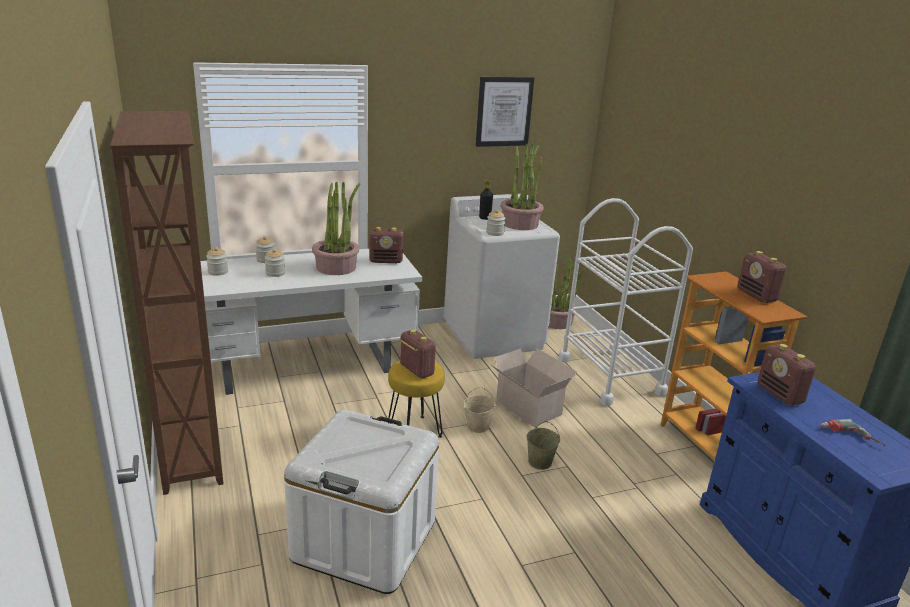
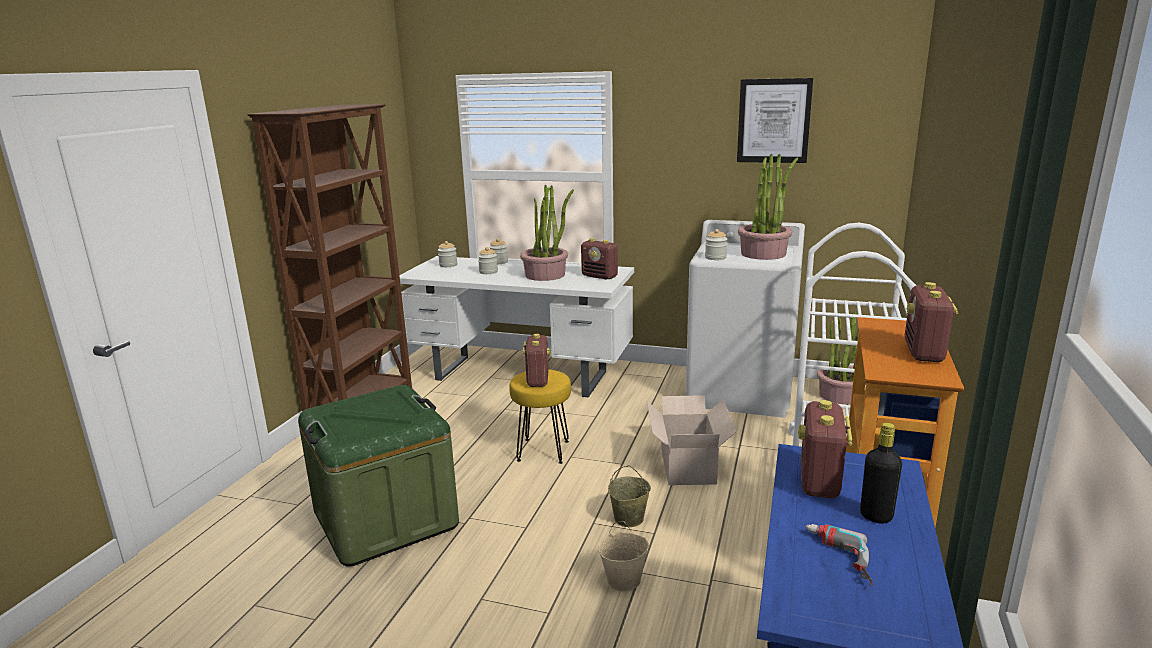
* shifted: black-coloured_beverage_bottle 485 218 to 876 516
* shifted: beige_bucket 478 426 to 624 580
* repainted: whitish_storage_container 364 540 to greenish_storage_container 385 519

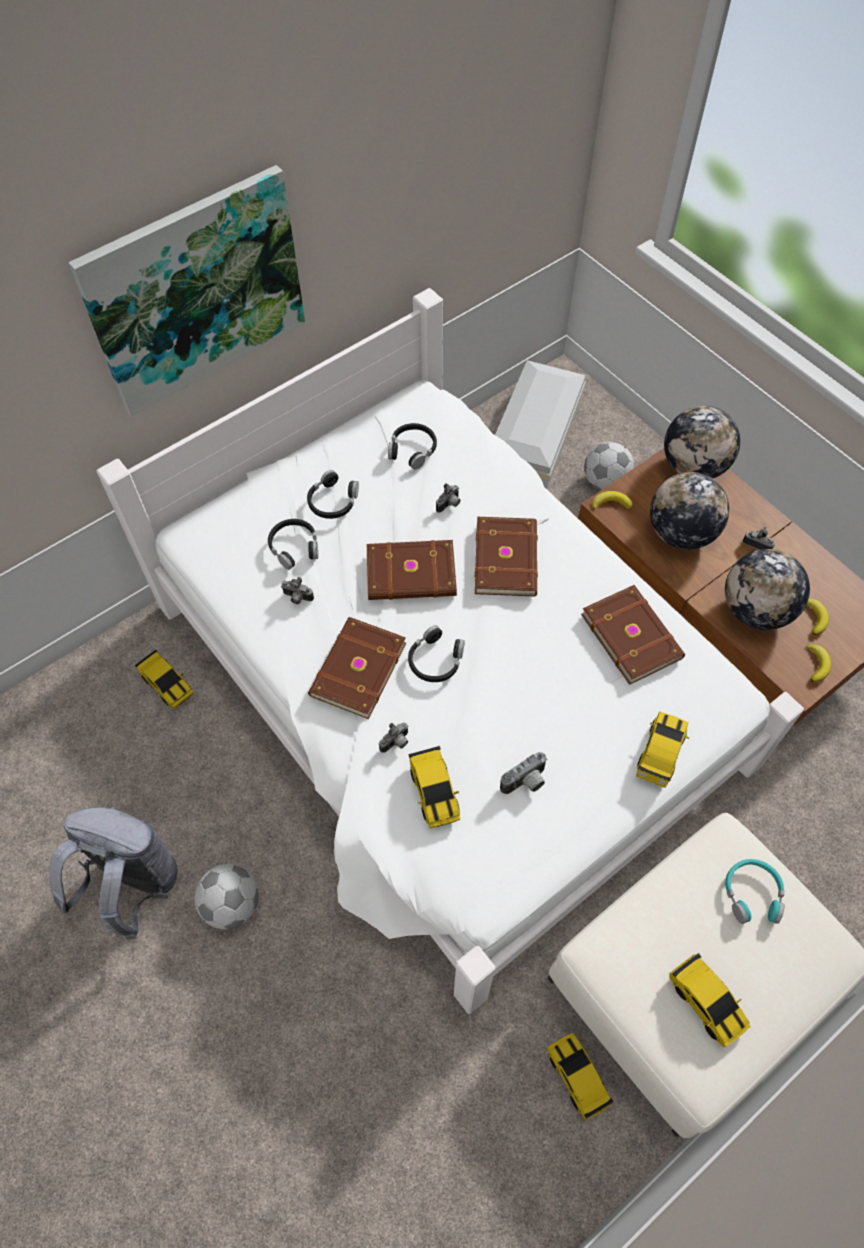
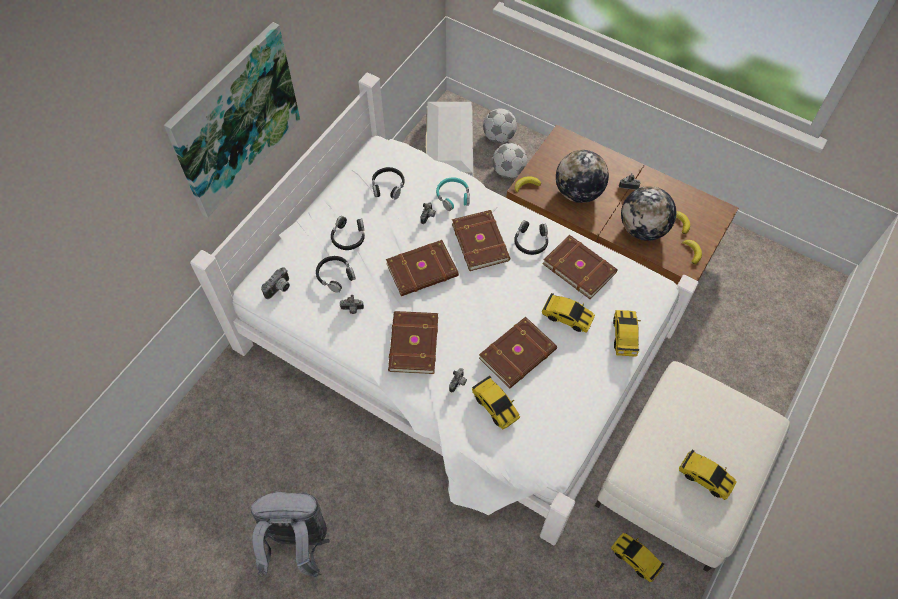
* gone: globe 693 467
* shifted: black-coloured_headset 436 660 to 531 241
* shifted: model_car 167 684 to 567 317
* shifted: photo_camera 526 783 to 280 289
* shifted: turquoise-coloured_headset 752 894 to 453 196
* shifted: ball_for_football 231 904 to 498 137
* new: brown-coloured_book 519 354

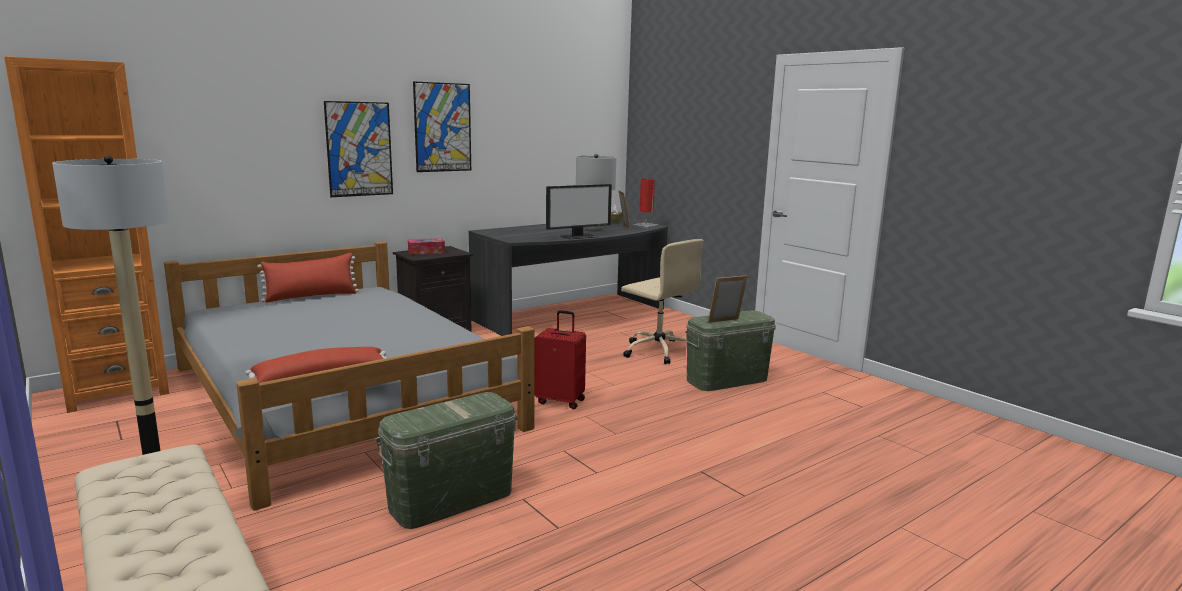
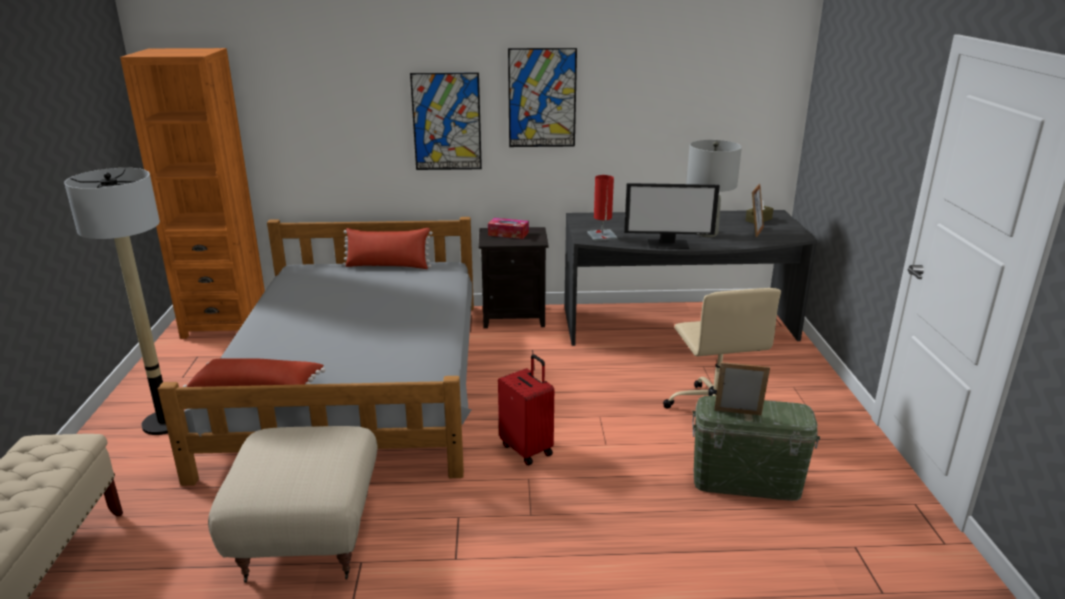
* shifted: red-coloured_lamp_for_a_table 645 226 to 602 236
* swapped: greenish_storage_container 451 499 to beige_footrest 309 536

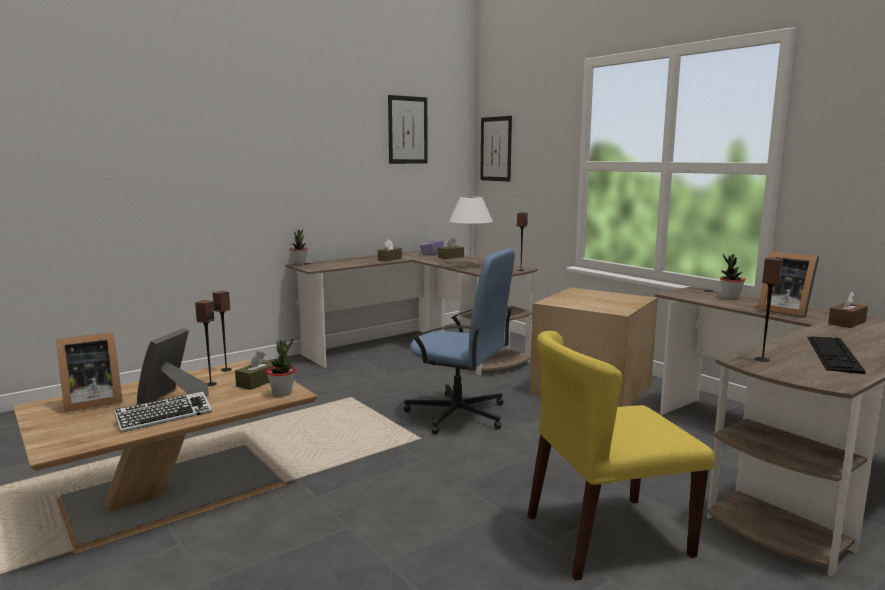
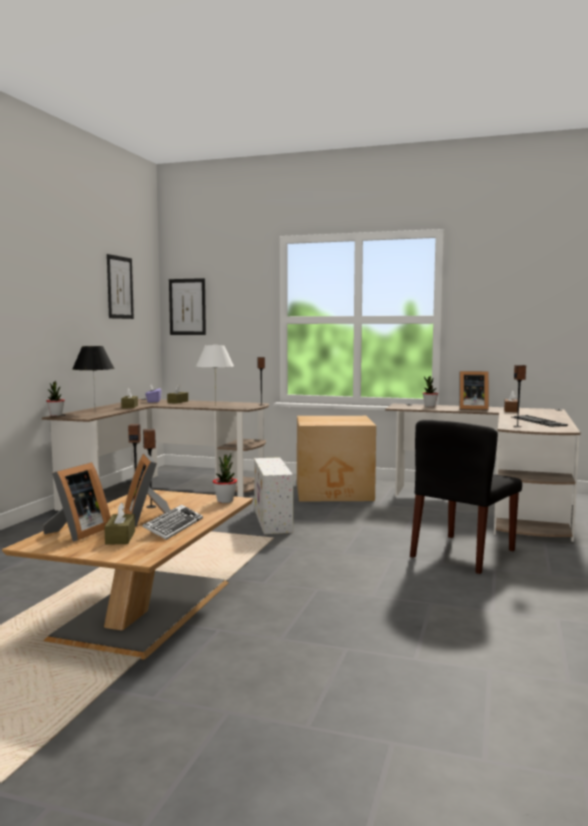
* swapped: bluish_office_chair 459 415 to whitish_storage_container 273 521
* repainted: yellow_plain_chair 607 536 to black-coloured_plain_chair 463 554
* shifted: brown-coloured_tissue_holder 257 382 to 120 537
* new: black-coloured_lamp_for_a_table 94 411

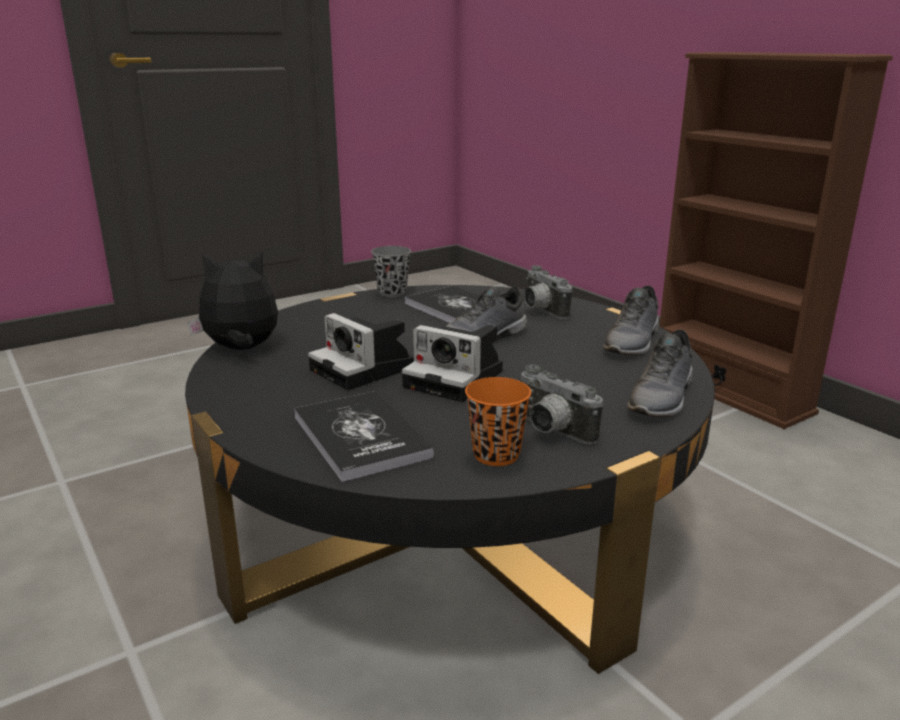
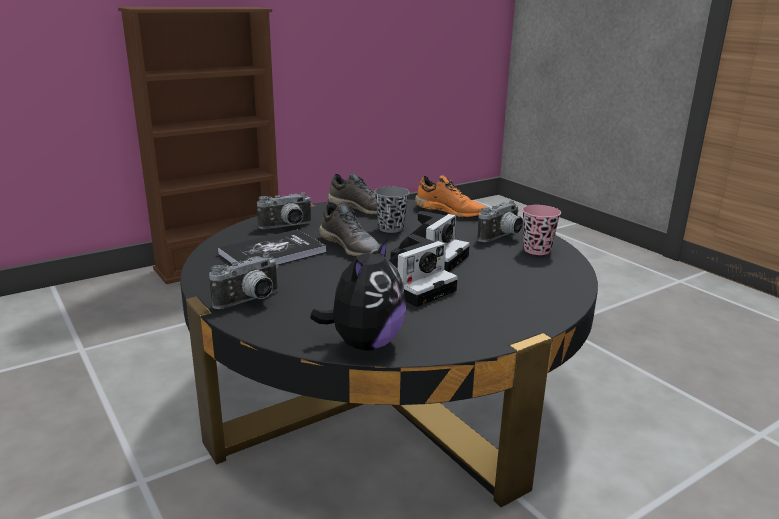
* shifted: gray_drinking_cup 392 293 to 391 228
* rotated: plush_toy 241 349 = 364 343 150 degrees counterclockwise
* repainted: gray_item_of_footwear 663 398 to orangey_item_of_footwear 450 211
* repainted: orangey_drinking_cup 496 455 to pinkish_drinking_cup 537 250
* gone: book 360 436
* new: photo_camera 250 301

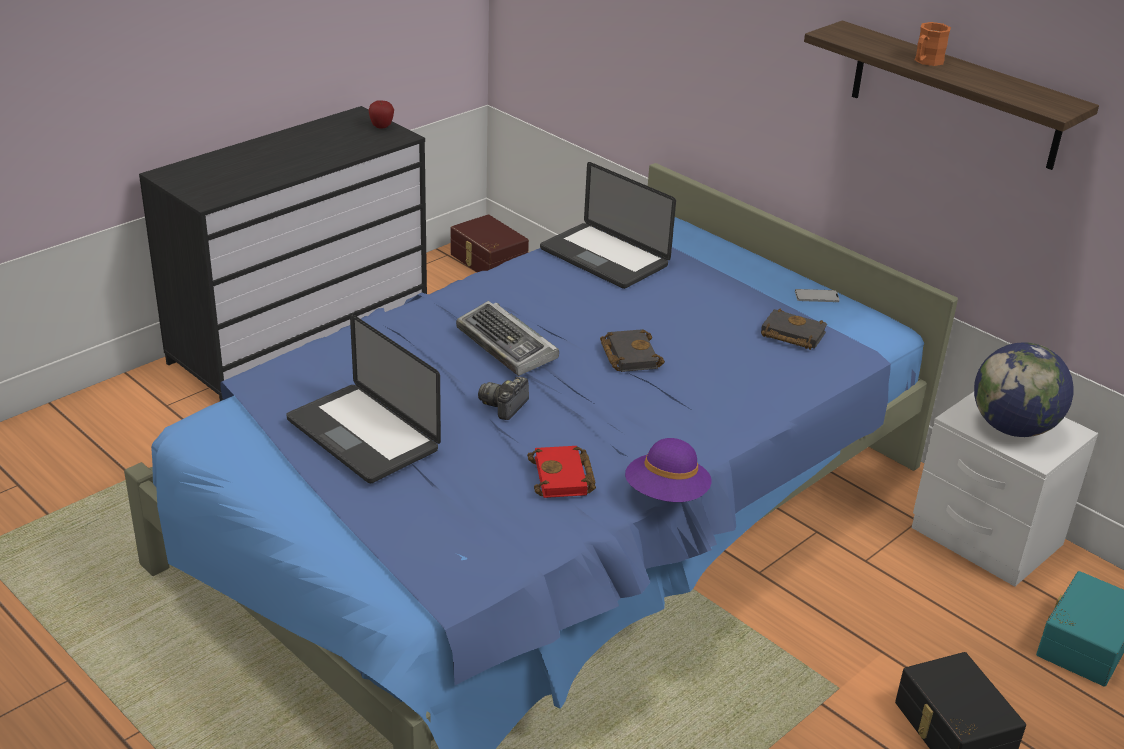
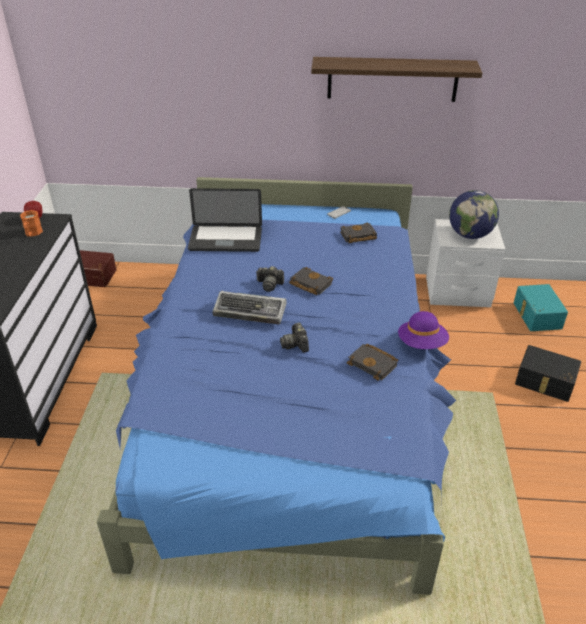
* shifted: orangey_coffee_mug 926 62 to 32 233
* gone: notebook_computer 362 435
* repainted: red-coloured_book 564 478 to black-coloured_book 374 364
* new: photo_camera 269 284

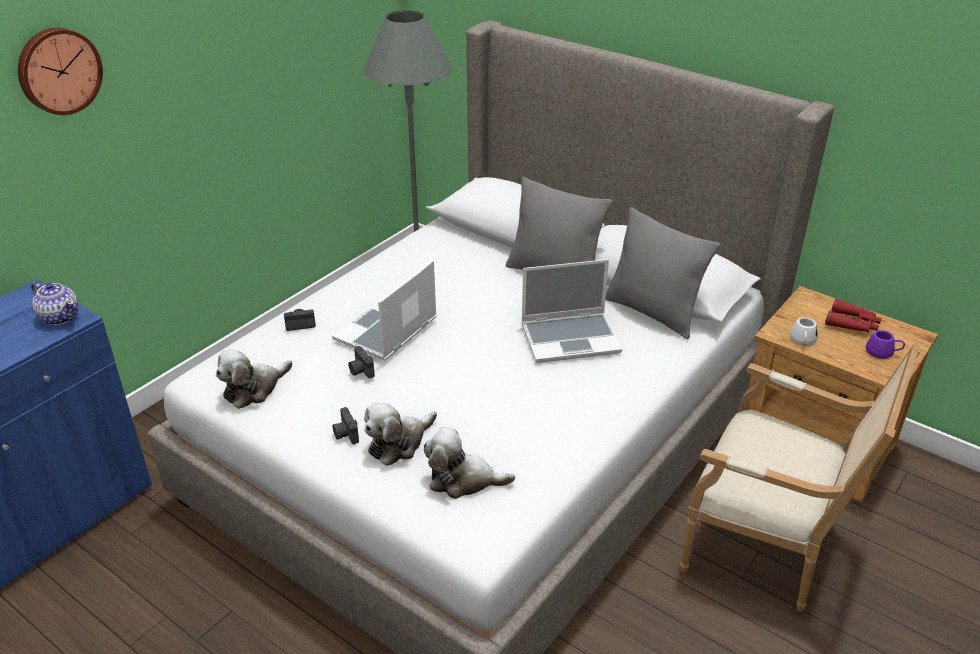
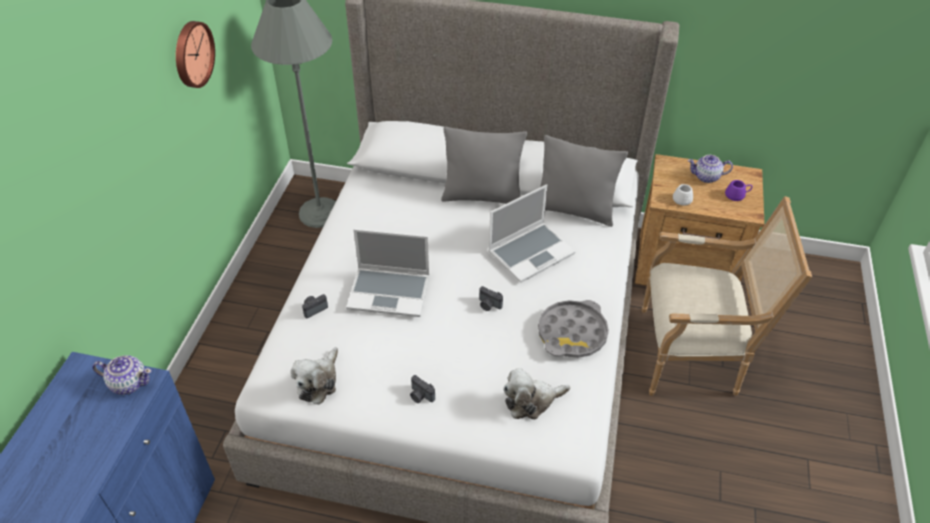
* shifted: hanging_clock 58 70 to 192 54
* rotated: notebook_computer 386 331 = 390 292 90 degrees counterclockwise
* swapped: red-coloured_pair_of_binoculars 852 324 to pot_for_tea 707 177
* shifted: photo_camera 360 371 to 488 305
* gone: plush_toy 399 443
* new: gray_tray 572 333

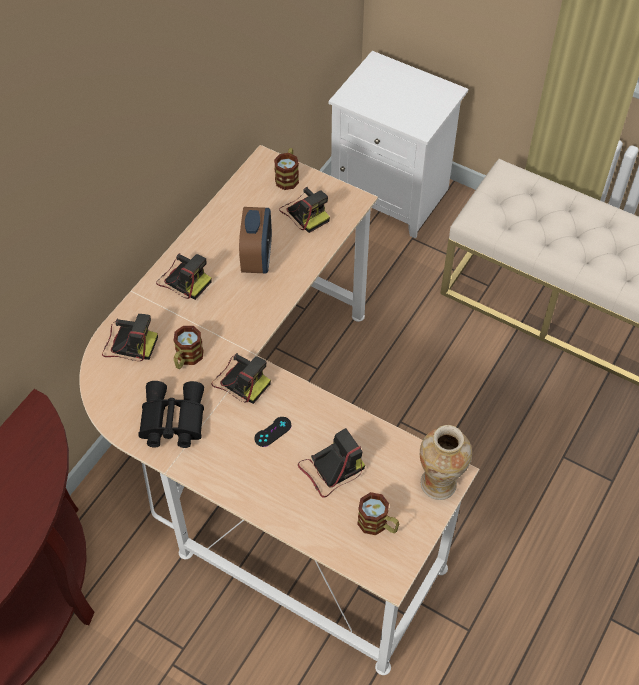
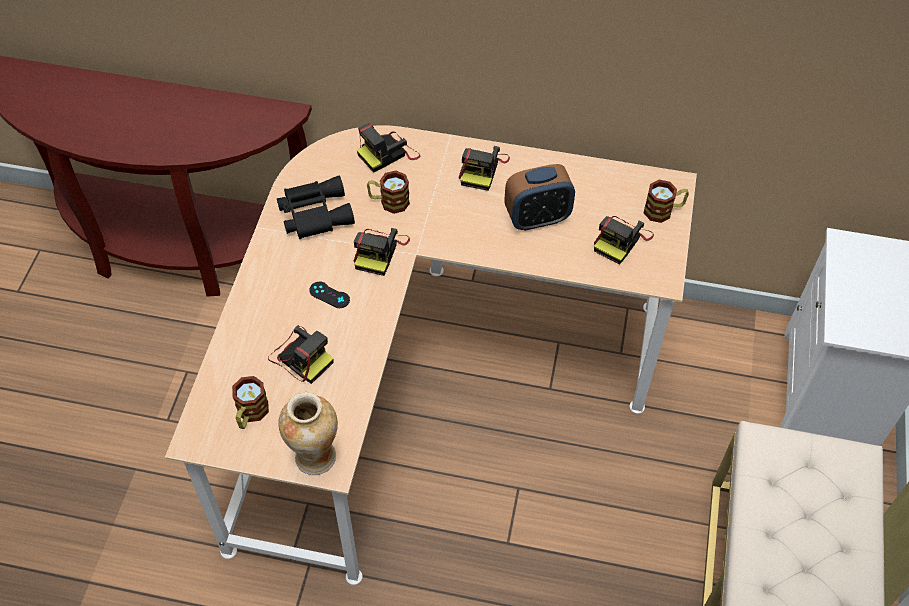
* rotated: photo_camera 129 343 = 388 153 60 degrees clockwise

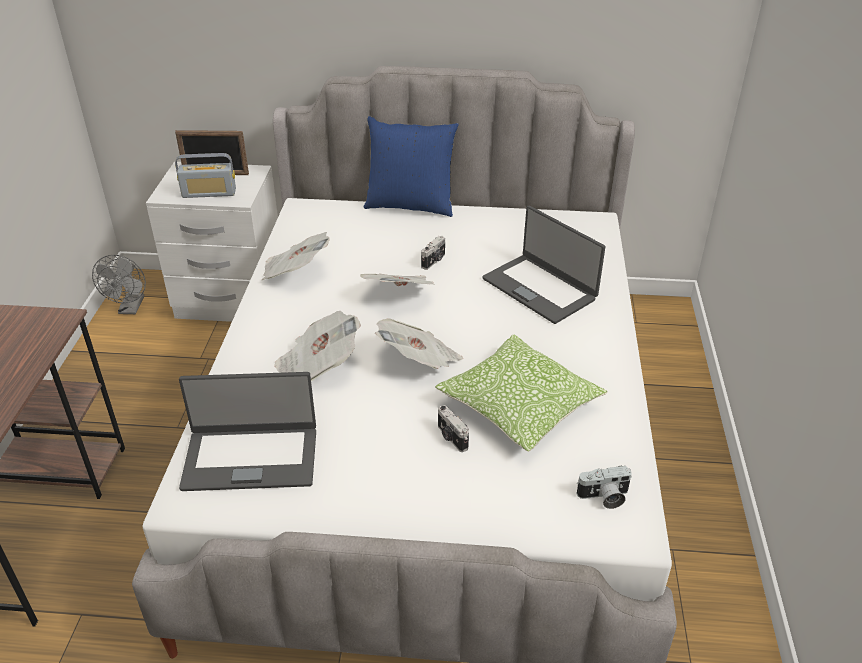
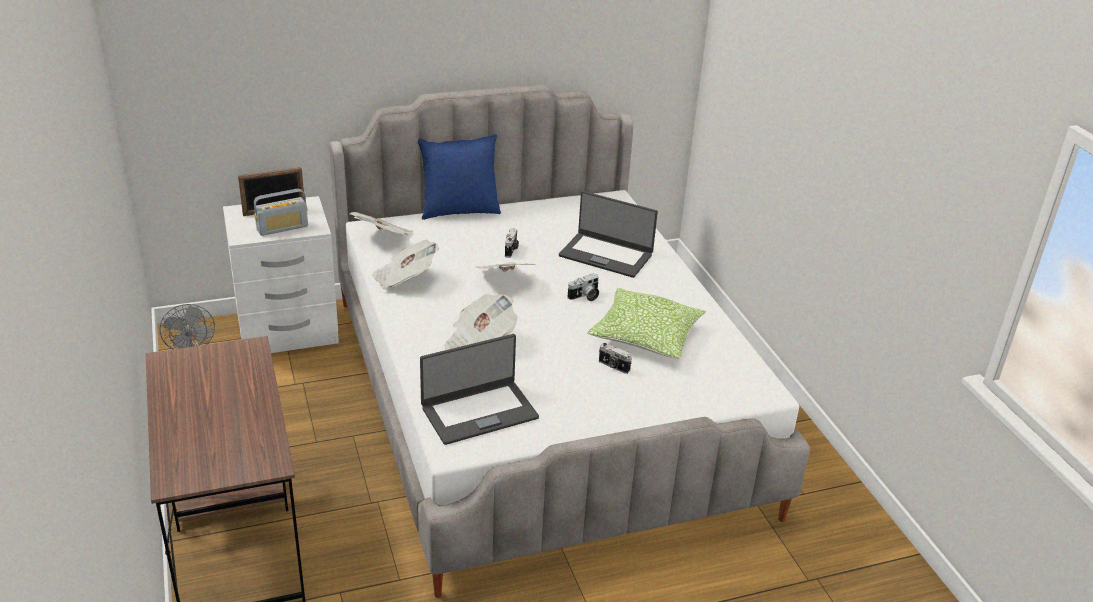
* shifted: newspaper 419 361 to 383 238
* shifted: photo_camera 604 497 to 584 296

